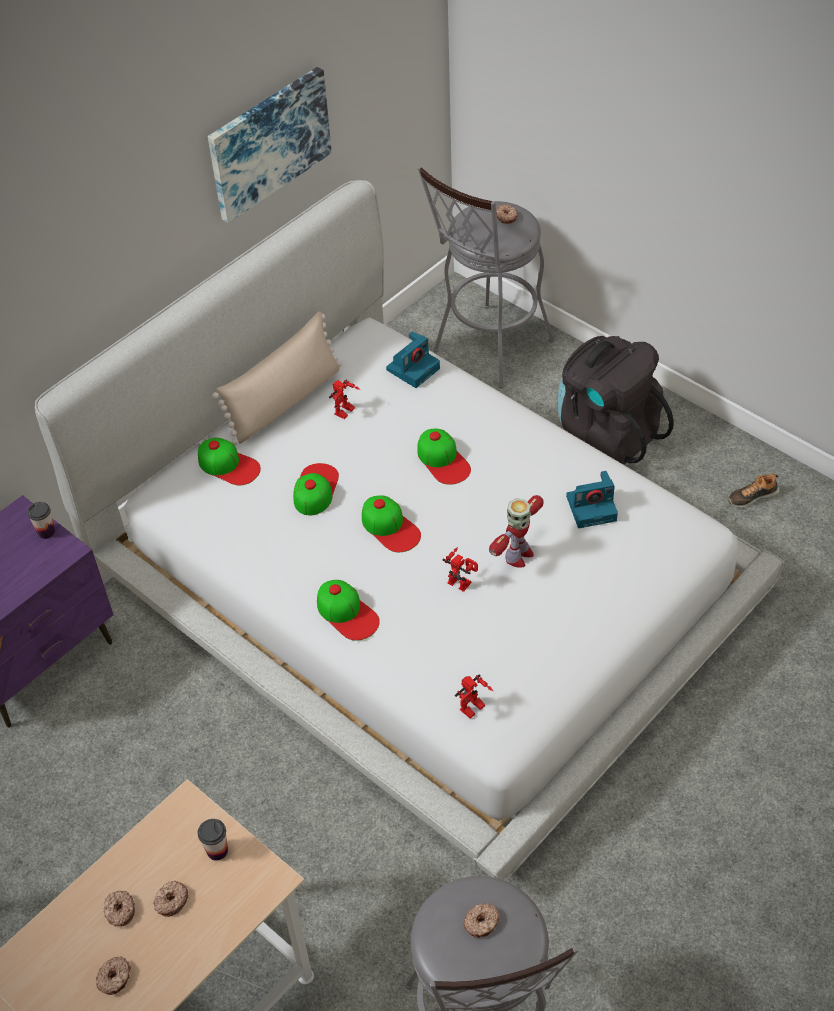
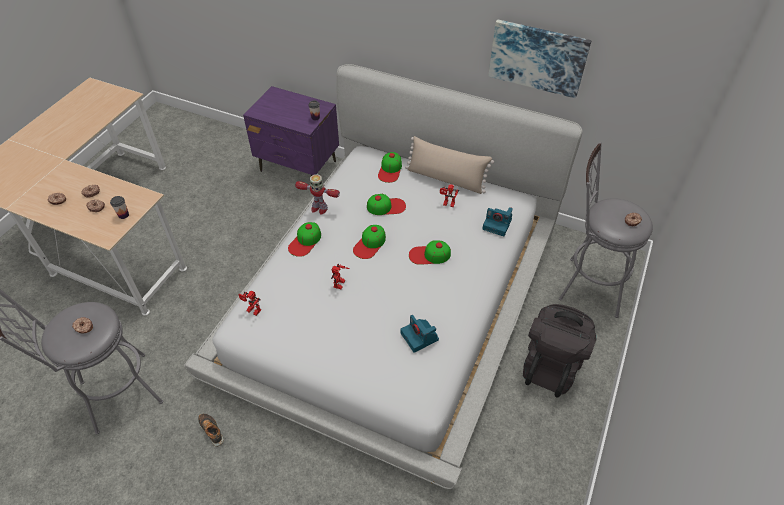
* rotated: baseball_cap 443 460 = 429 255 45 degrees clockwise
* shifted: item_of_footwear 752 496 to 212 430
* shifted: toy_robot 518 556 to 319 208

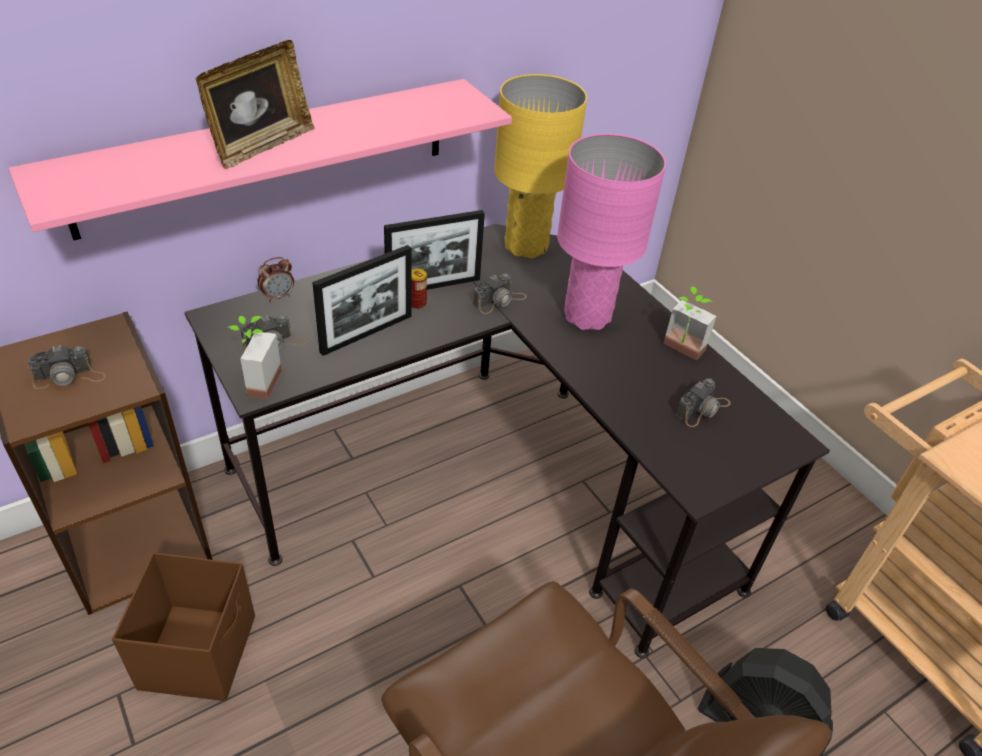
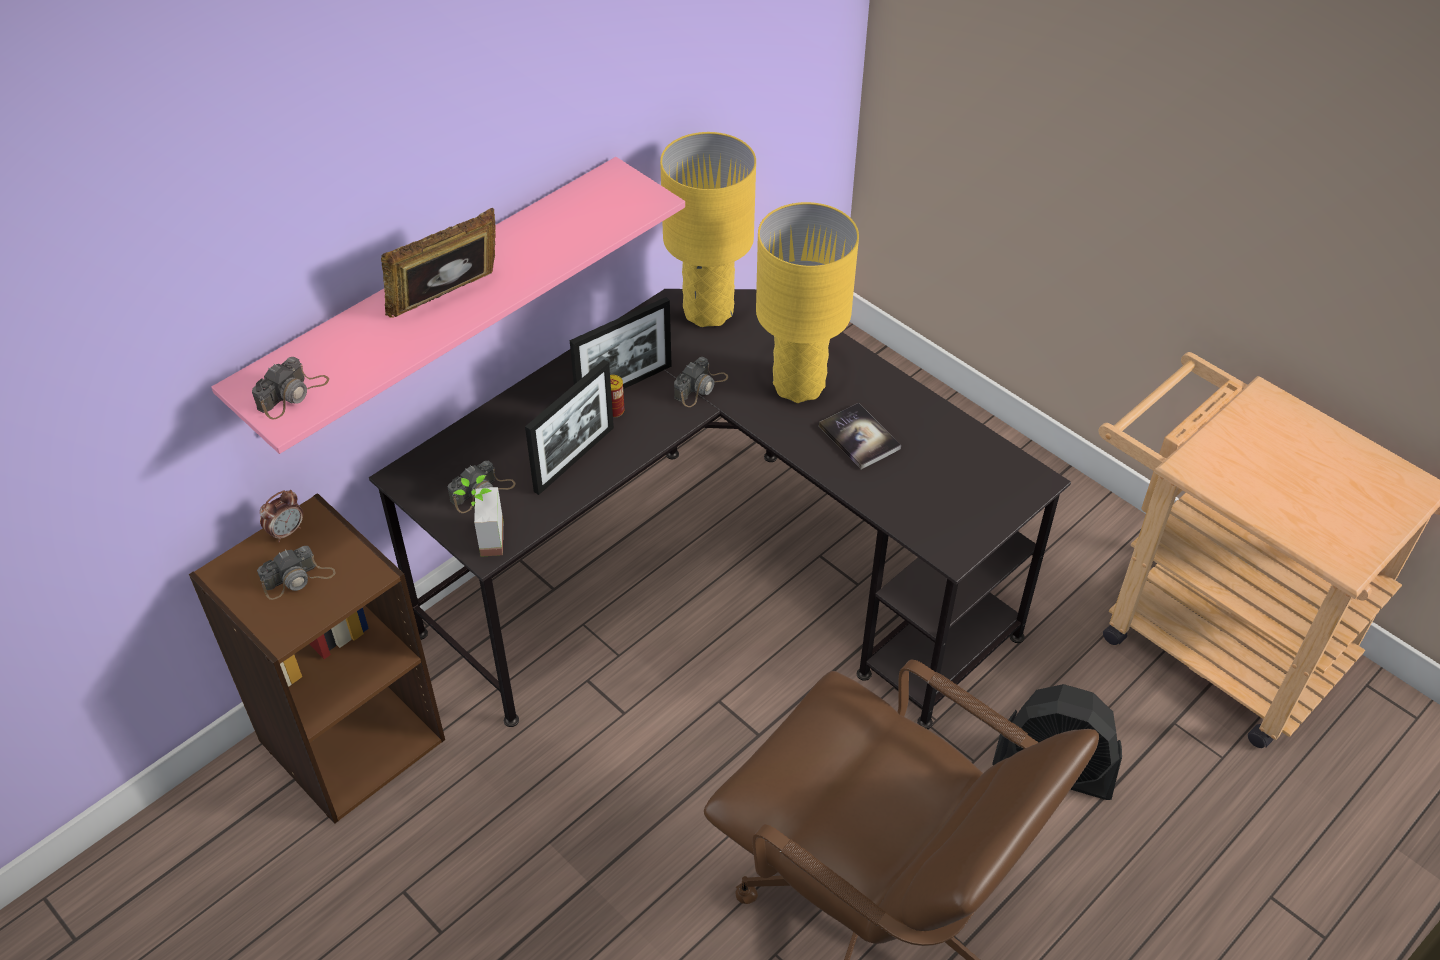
* rotated: standing_frame 261 146 = 448 301 150 degrees counterclockwise
* repainted: pinkish_lamp_for_a_table 587 315 to yellow_lamp_for_a_table 798 384
* shifted: table_clock 278 296 to 286 532
* gone: potted_plant 680 351
* shifted: photo_camera 703 409 to 293 394
* gone: brown-coloured_storage_container 200 651
* new: book 859 437

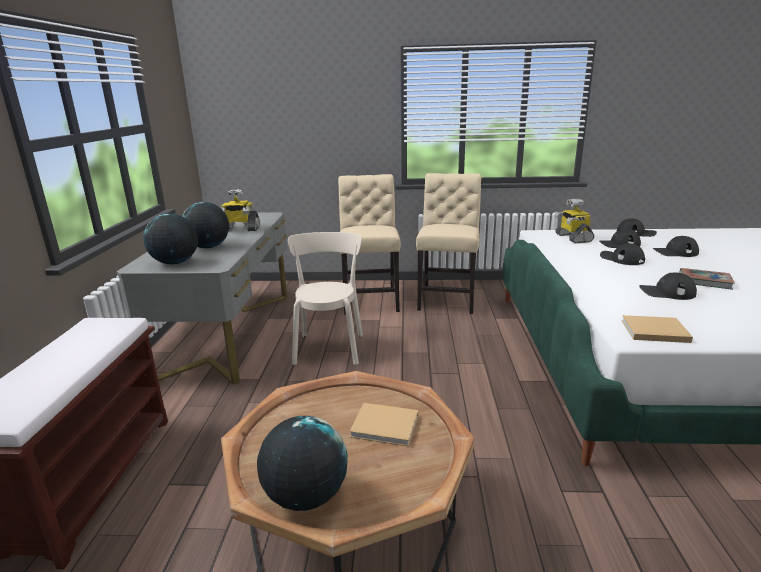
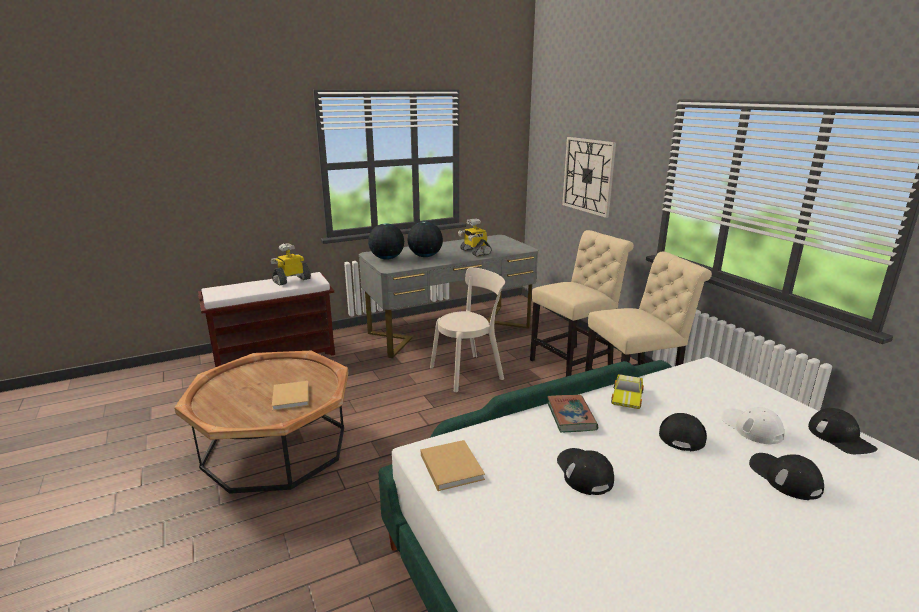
* shifted: toy_robot 572 238 to 291 280
* repainted: black-coloured_baseball_cap 619 244 to whitish_baseball_cap 751 427
* shifted: book 704 281 to 571 416
* gone: globe 305 496
* new: hanging_clock 588 176
* new: model_car 628 397

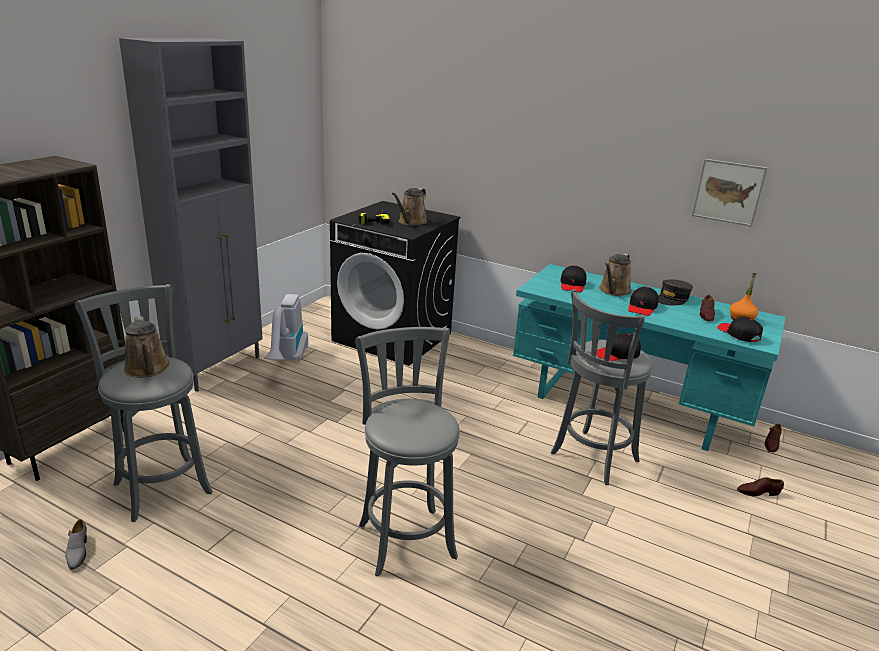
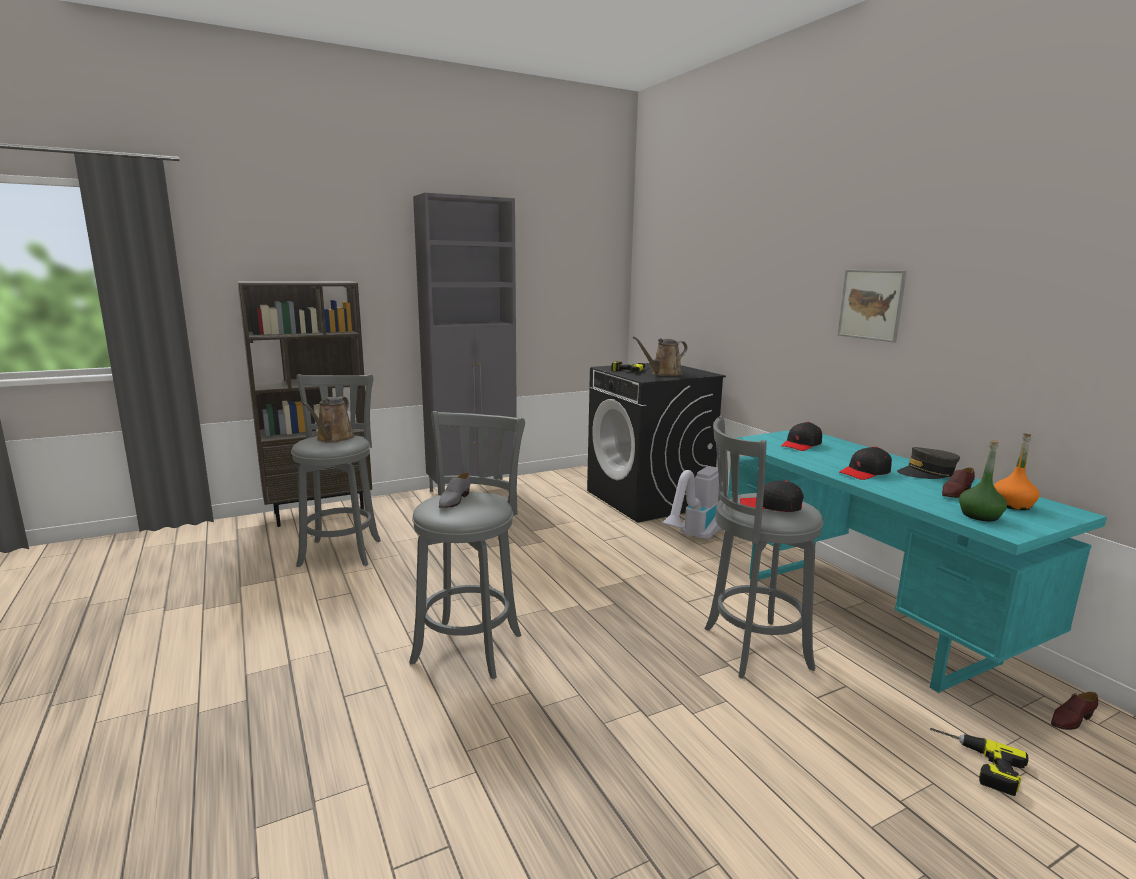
* shifted: wall_art 728 192 to 871 304
* gone: brown-coloured_sprinkling_can 613 291
* shifted: vacuum_cleaner 287 360 to 694 537
* swapped: black-coloured_baseball_cap 738 334 to greenish_beverage_bottle 979 516
* swapped: brown-coloured_item_of_footwear 758 492 to drill 975 764
* shifted: gray_item_of_footwear 77 552 to 454 500

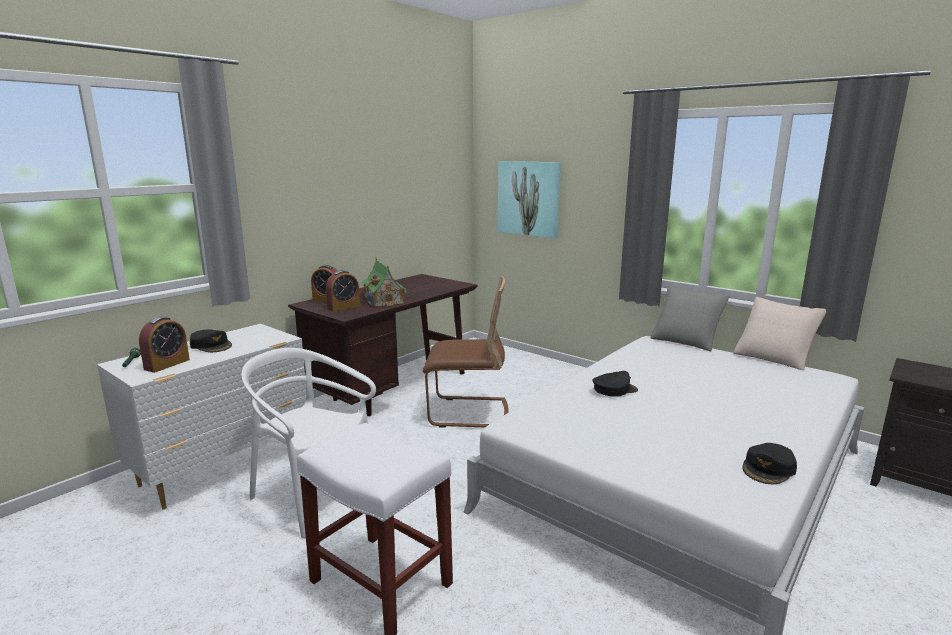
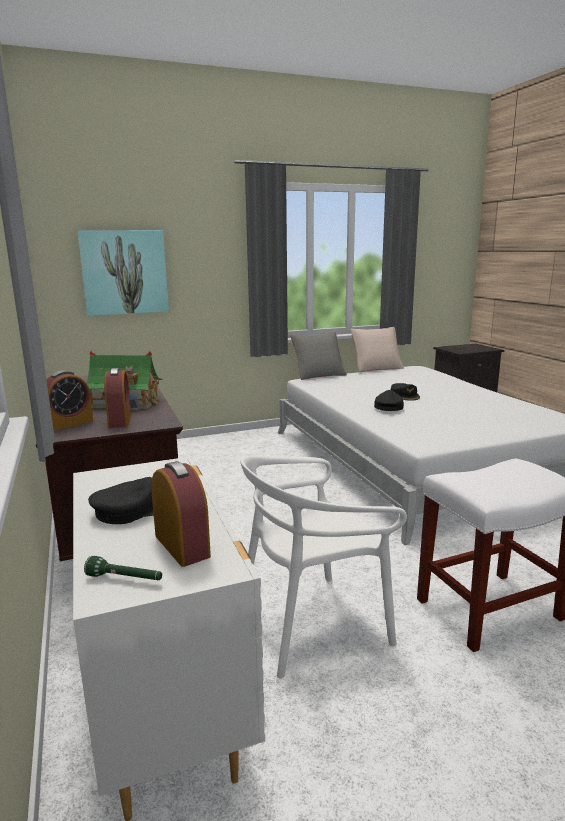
* gone: brown-coloured_plain_chair 468 413
* shifted: black-coloured_baseball_cap 769 469 to 405 395

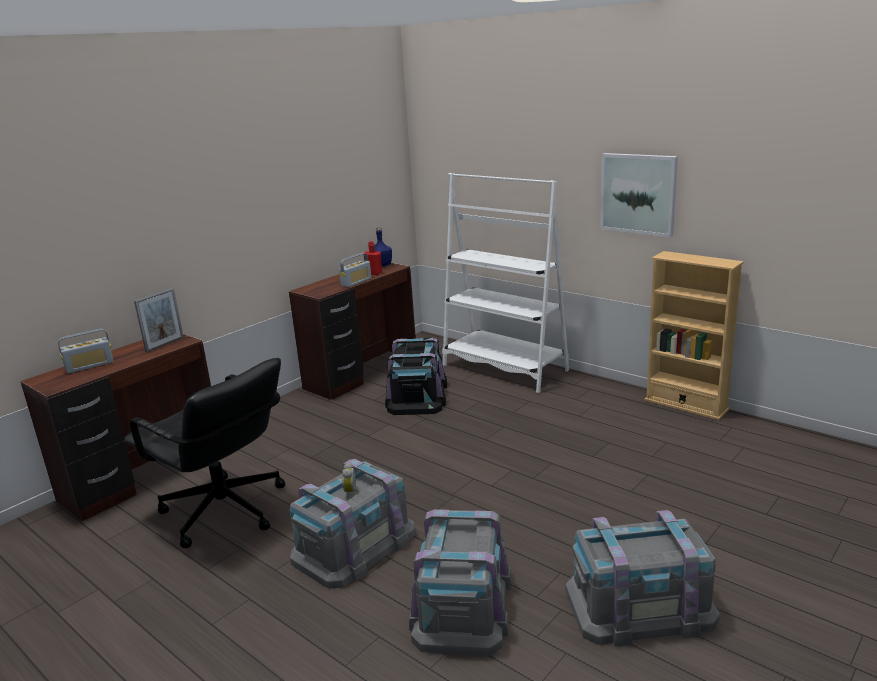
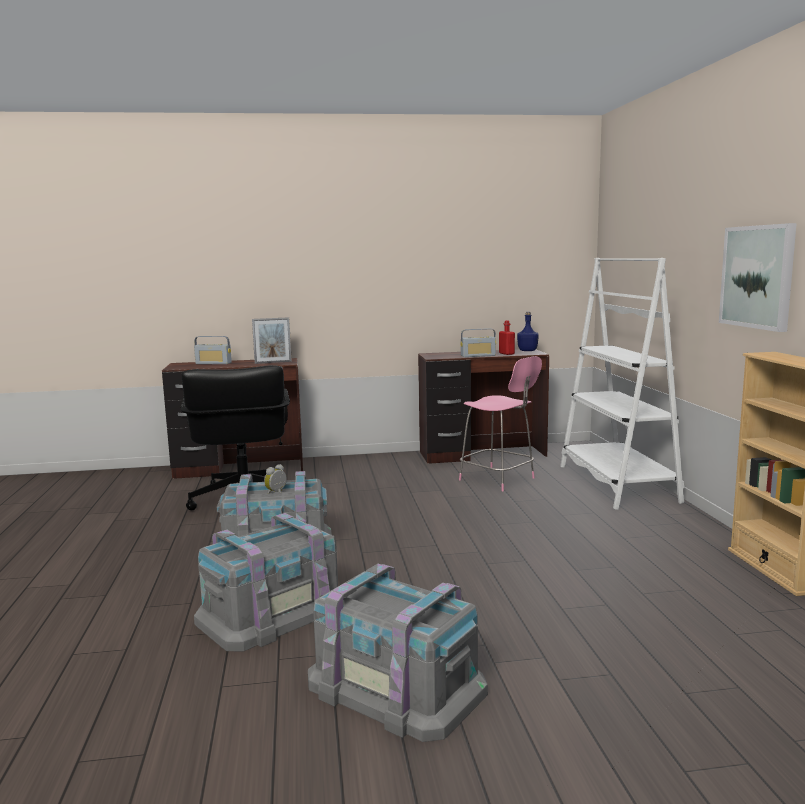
* swapped: black-coloured_storage_container 417 395 to pinkish_plain_chair 499 479

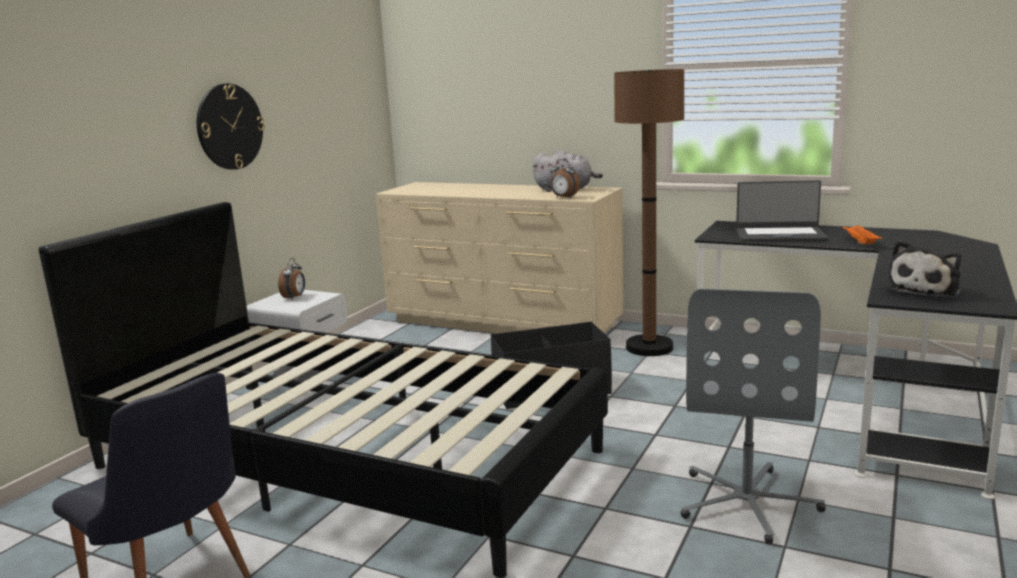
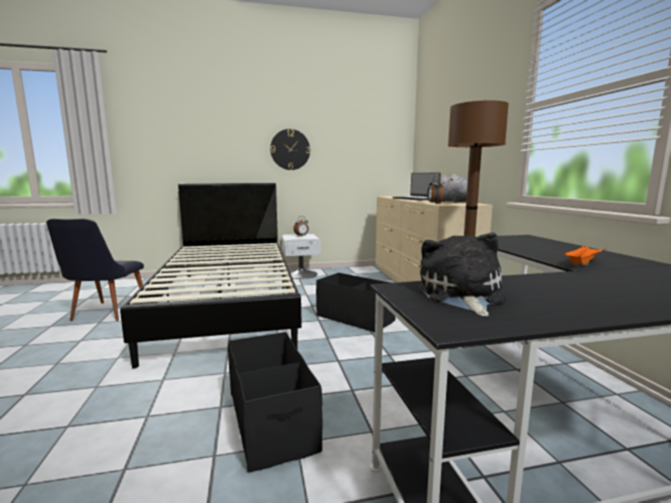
* shifted: notebook_computer 780 235 to 415 199
* rotated: plush_toy 926 290 = 461 296 90 degrees clockwise
* swapped: gray_office_chair 747 502 to black-coloured_storage_container 272 420

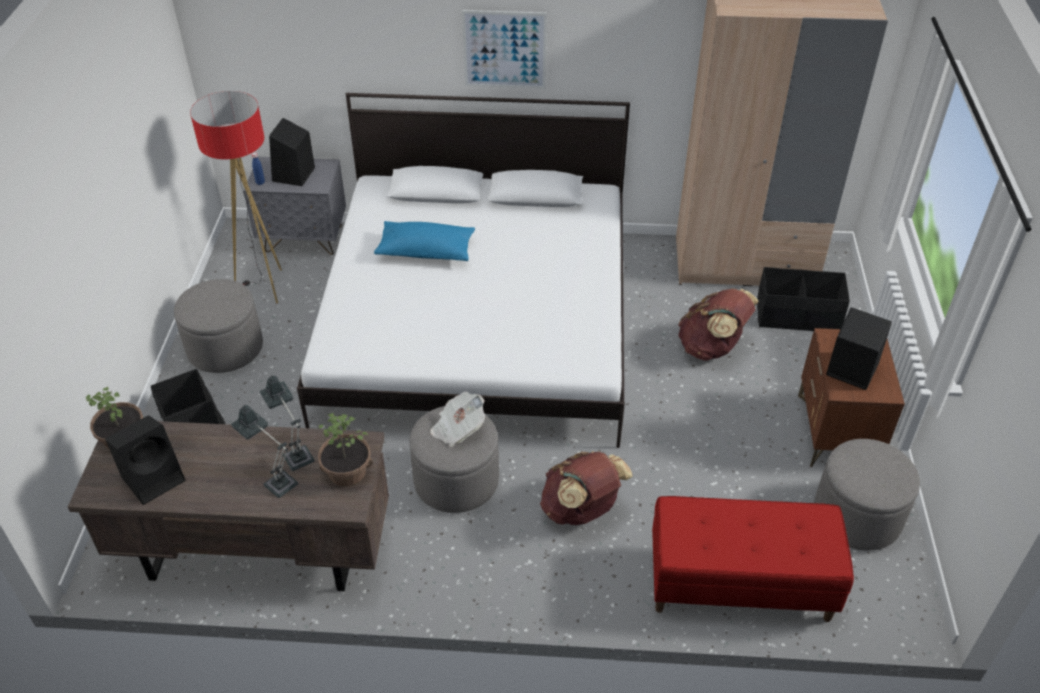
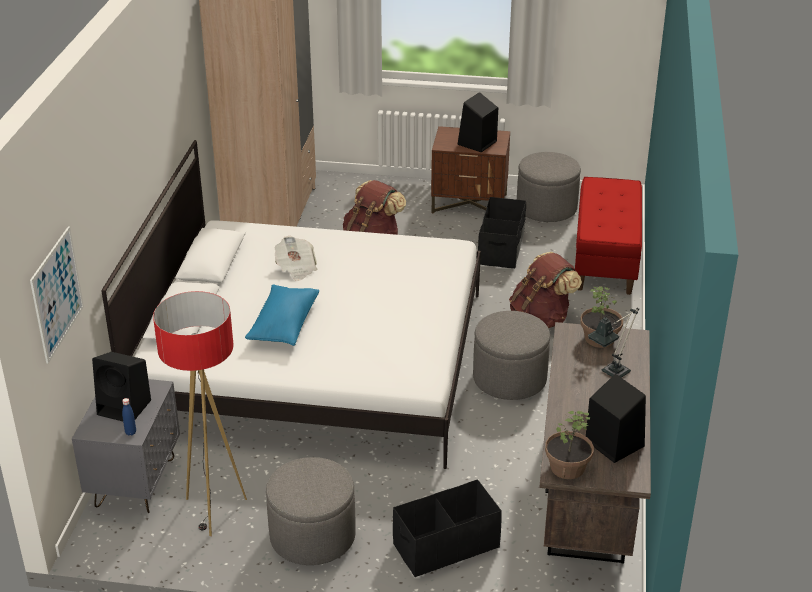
* shifted: wall_art 504 49 to 57 294
* shifted: black-coloured_storage_container 798 316 to 501 248
* gone: lamp_for_a_table 296 454
* shifted: newspaper 458 428 to 296 268

